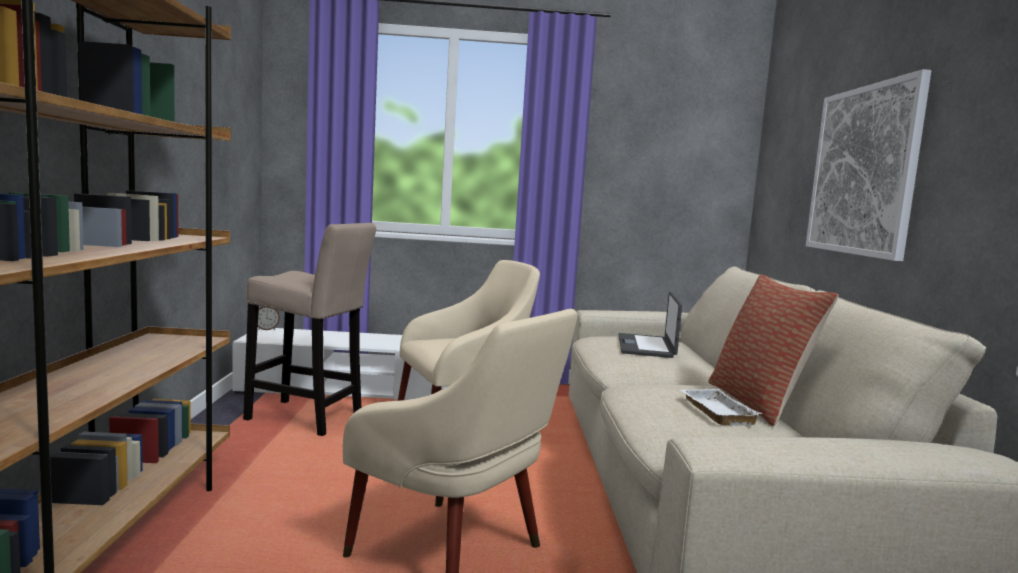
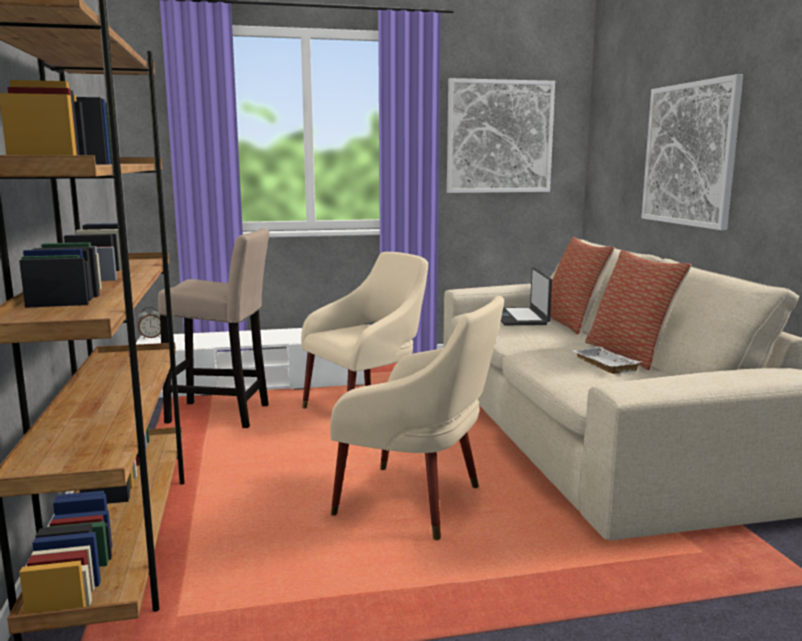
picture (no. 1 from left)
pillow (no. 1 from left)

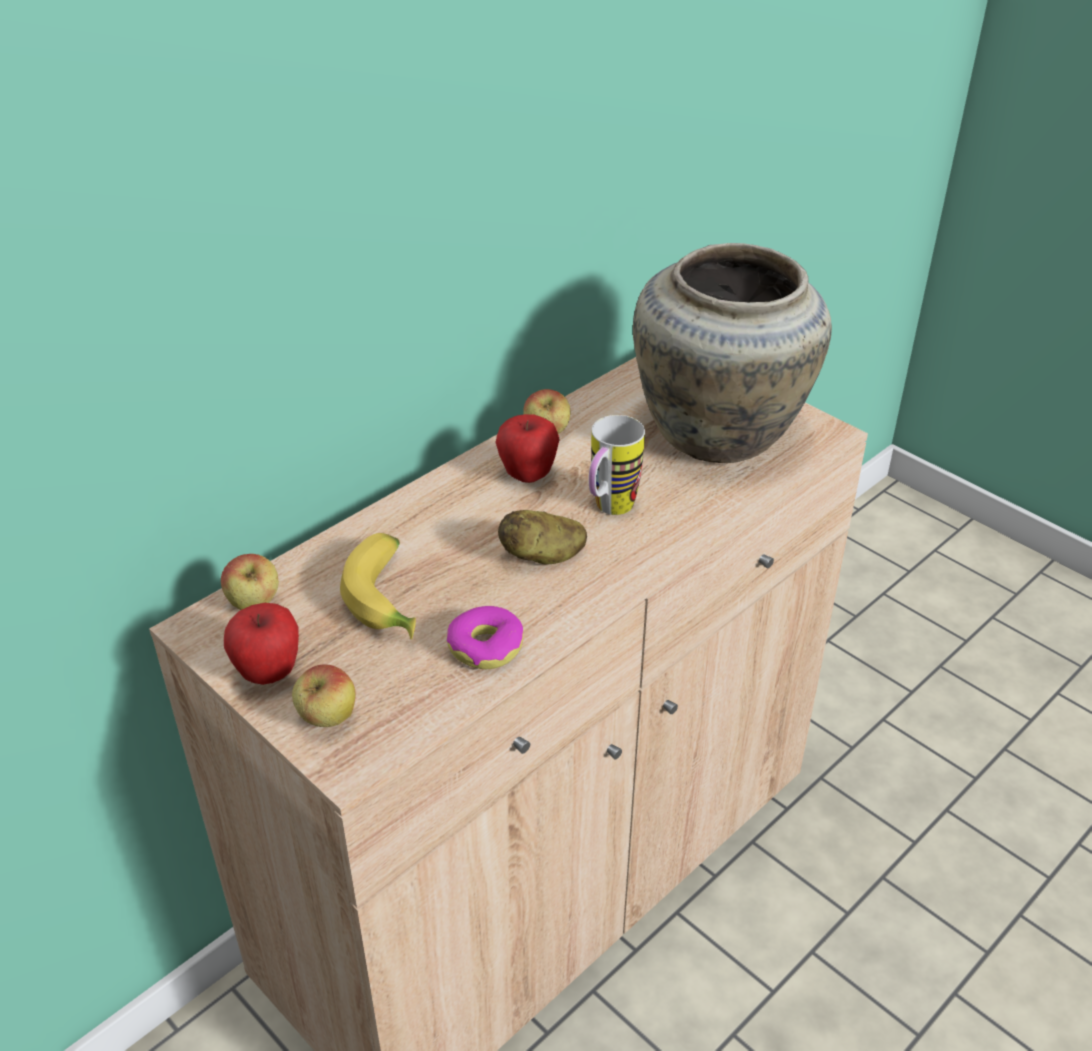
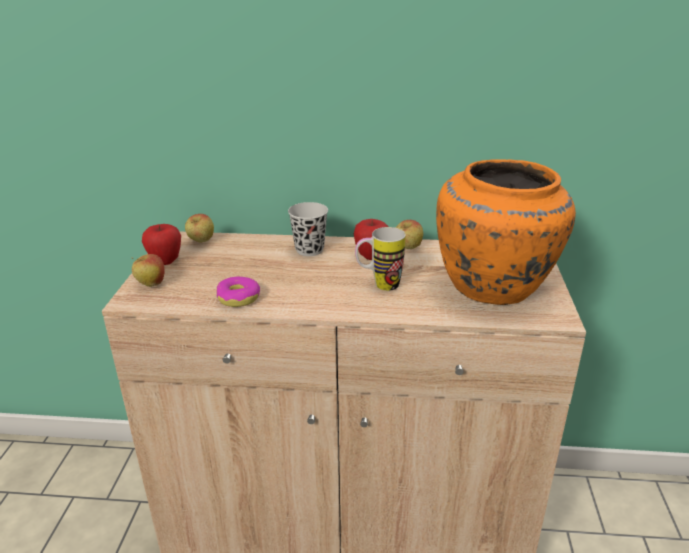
banana
potato
orange_vase
black_cup

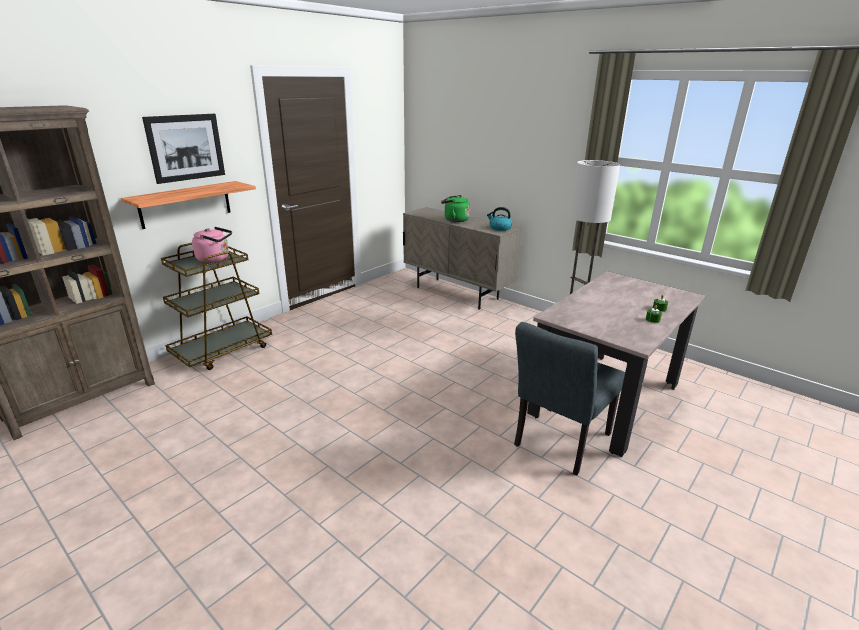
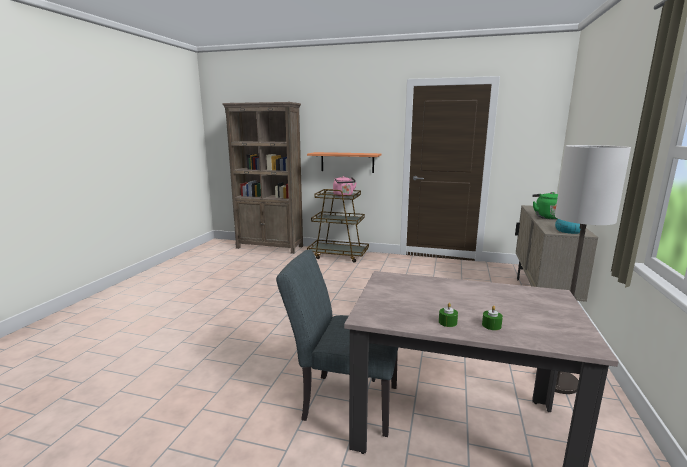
picture

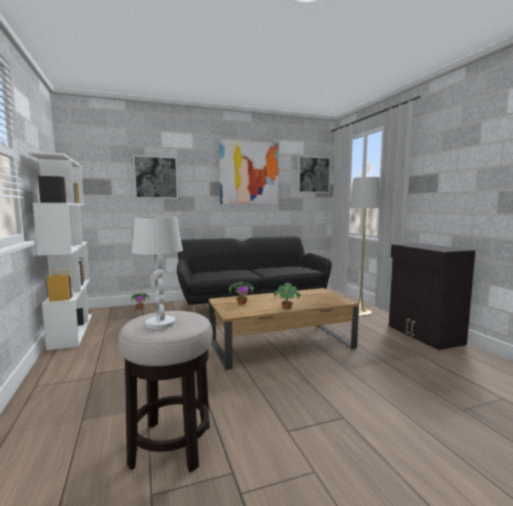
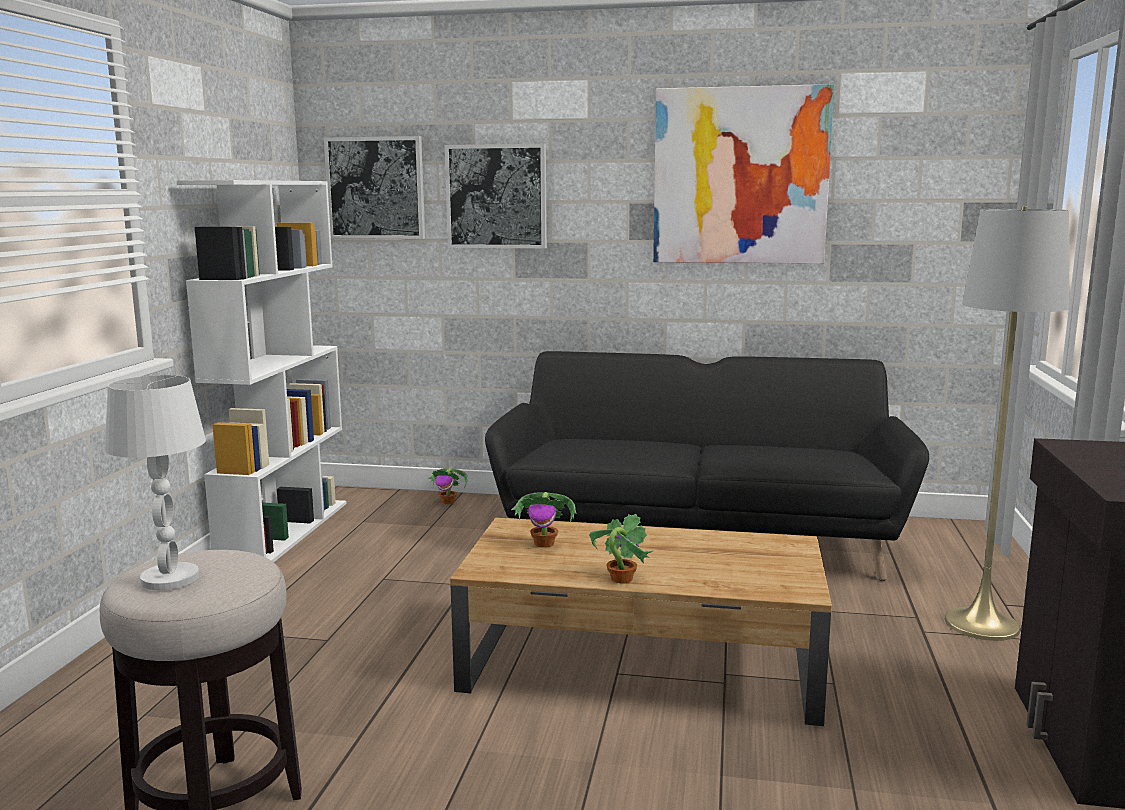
picture (no. 1 from left)

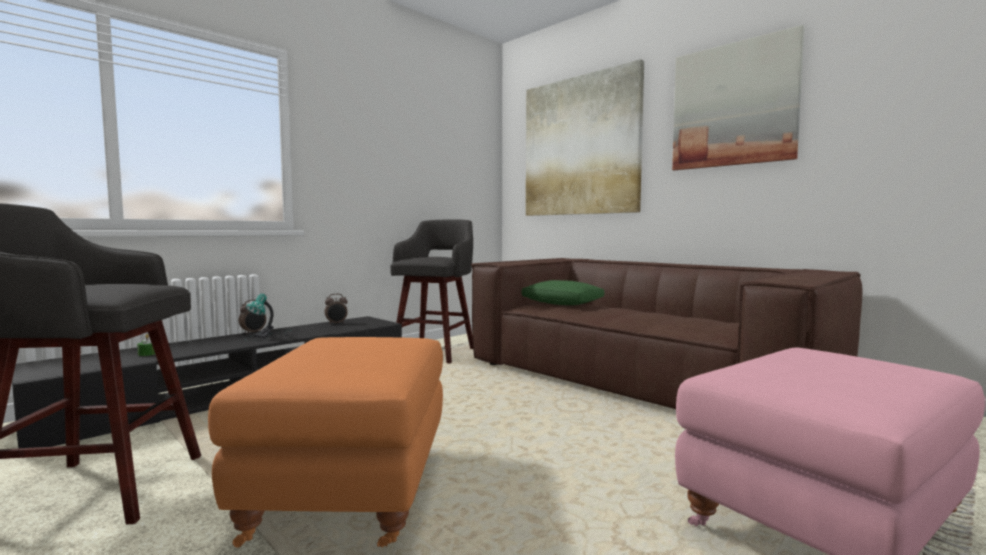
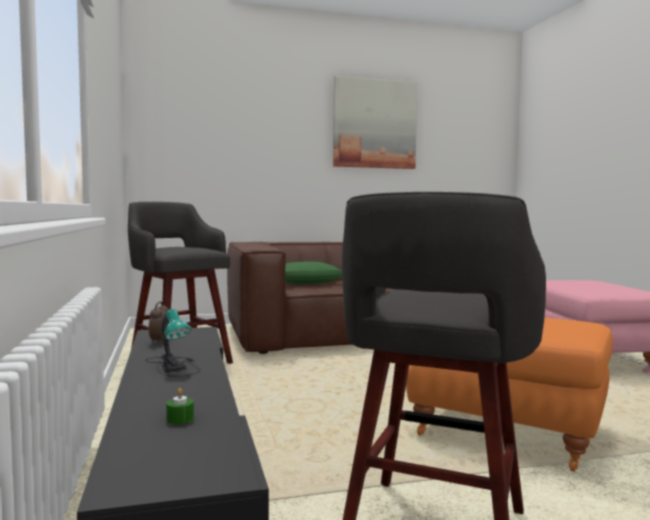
alarm_clock (no. 1 from left in the first image)
picture (no. 1 from left in the first image)

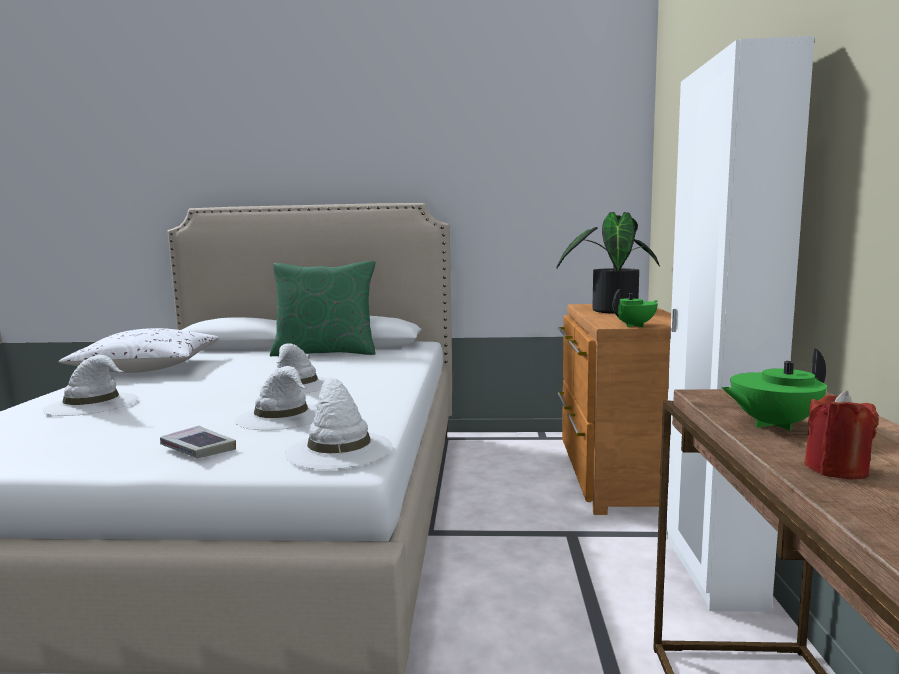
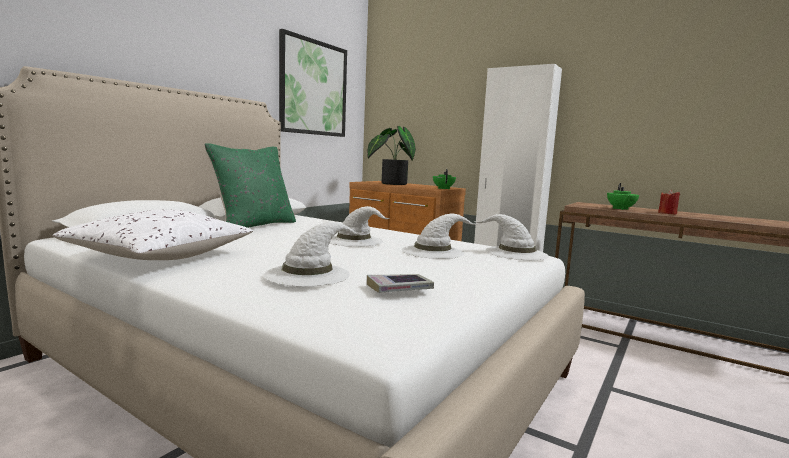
book
picture

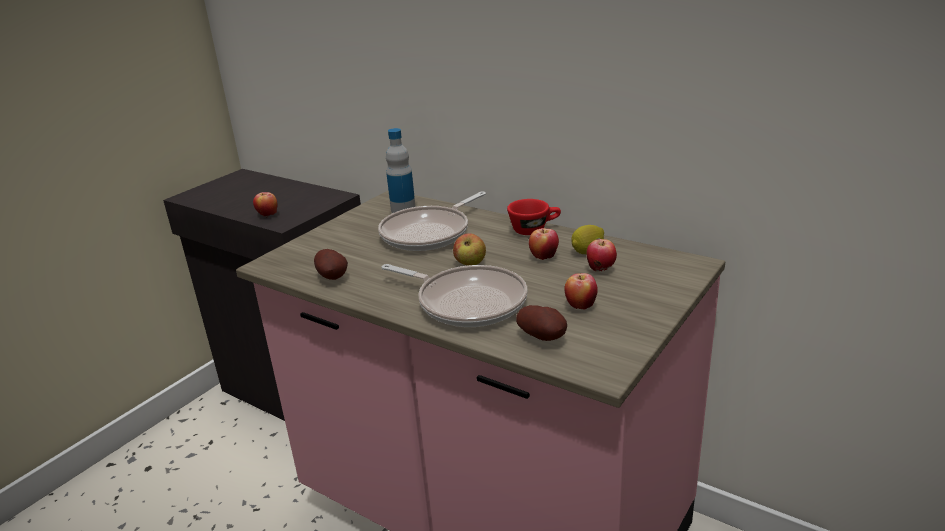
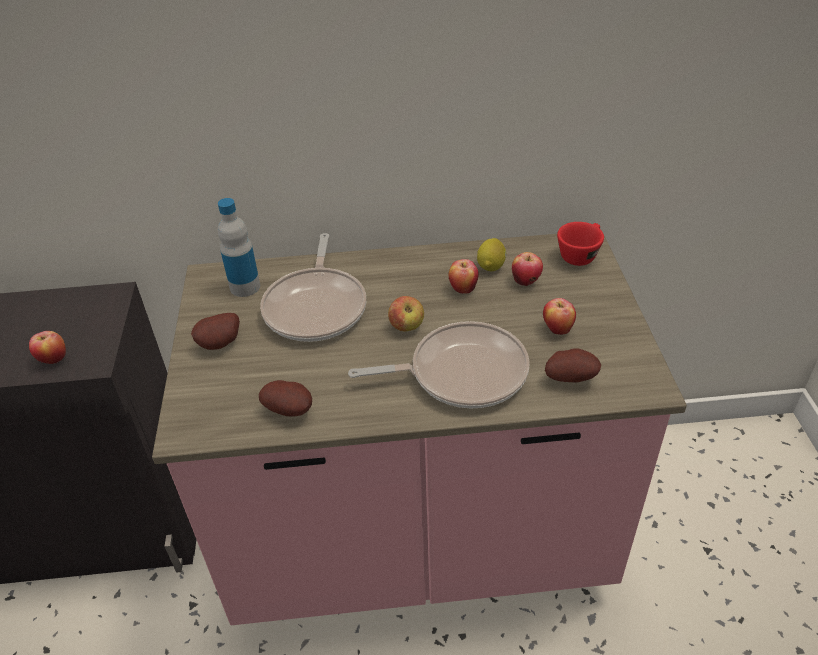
red_cup
potato (no. 1 from left)

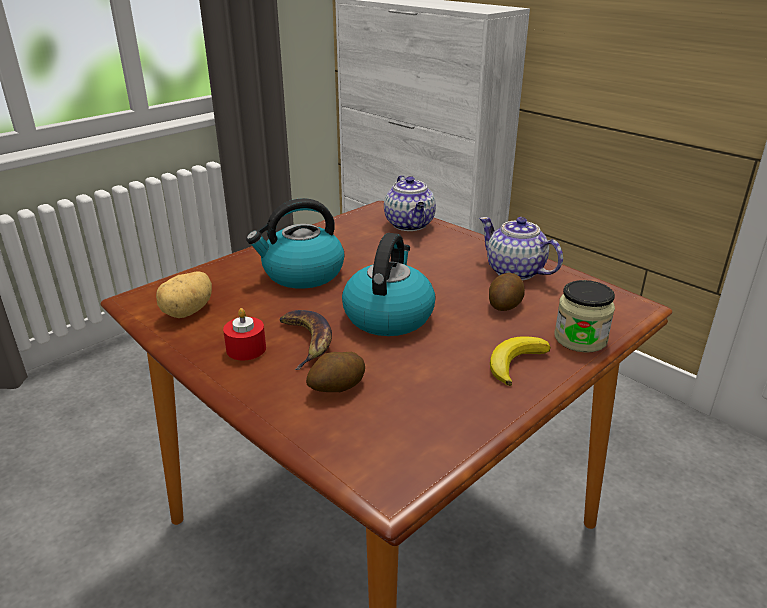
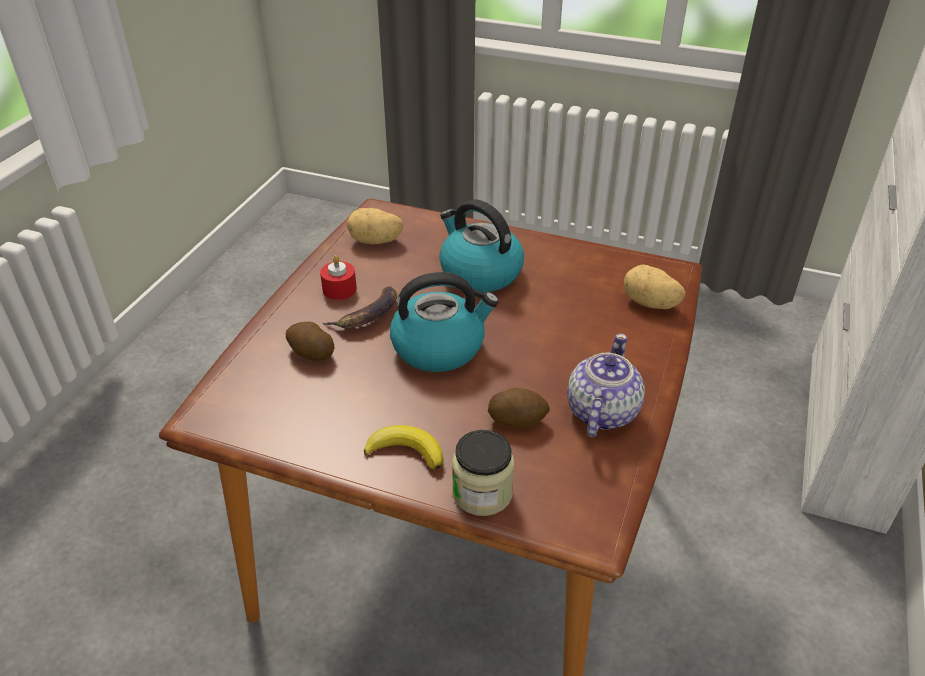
potato (no. 4 from left)

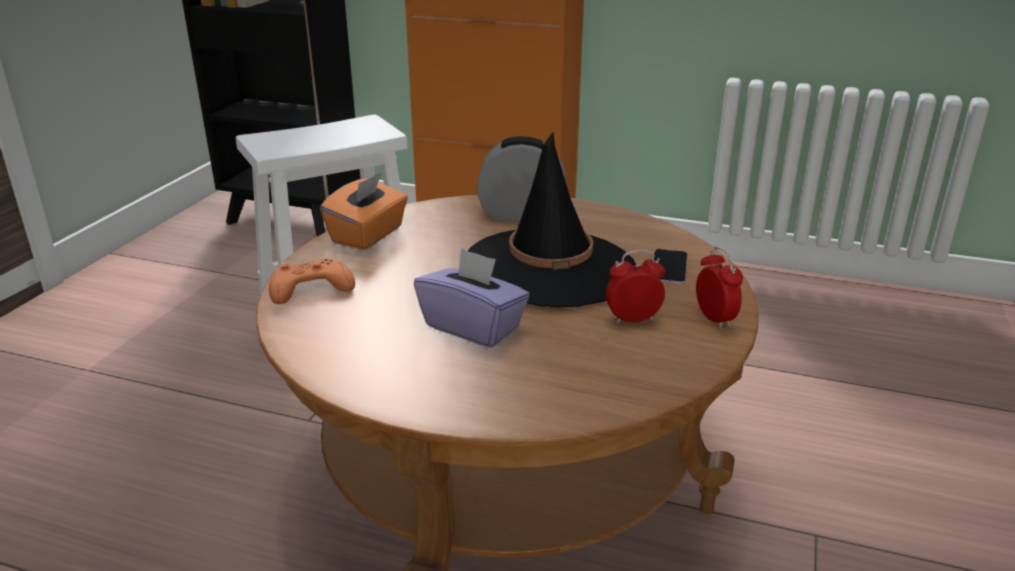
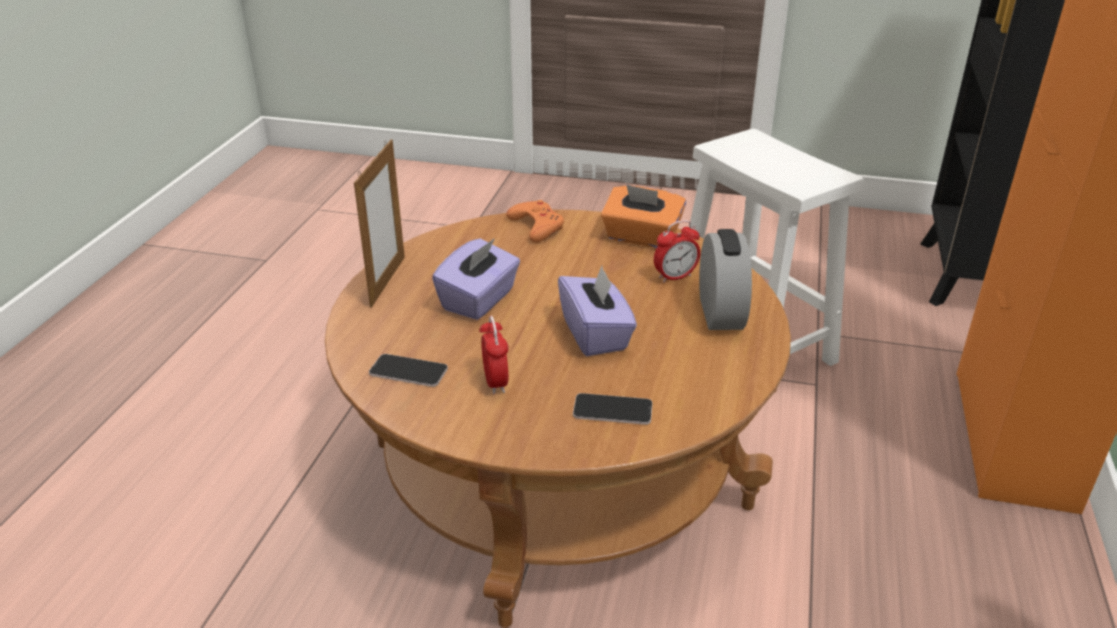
purple_tissue_box (no. 2 from left)
alarm_clock (no. 2 from left)
picture_frame
phone (no. 1 from left)

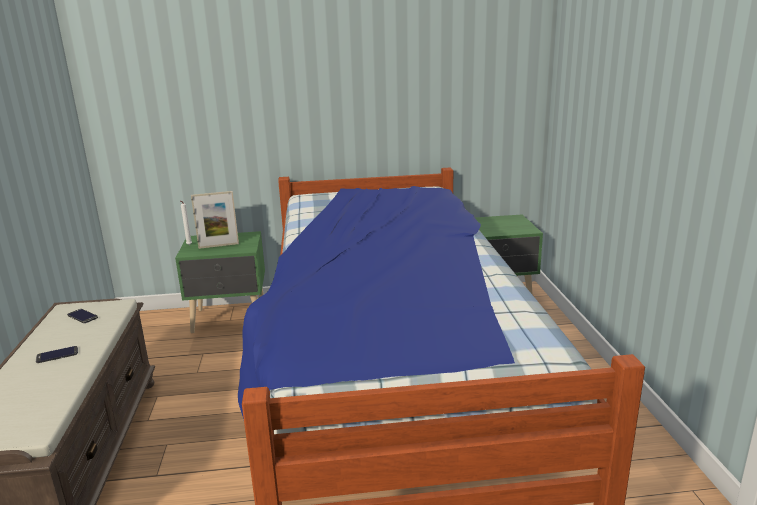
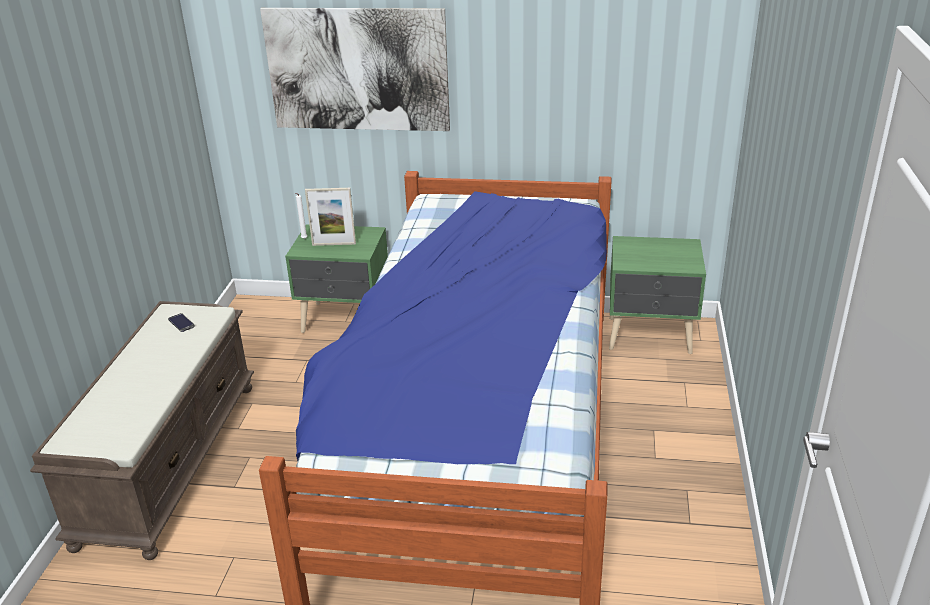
phone (no. 1 from left in the first image)
picture

